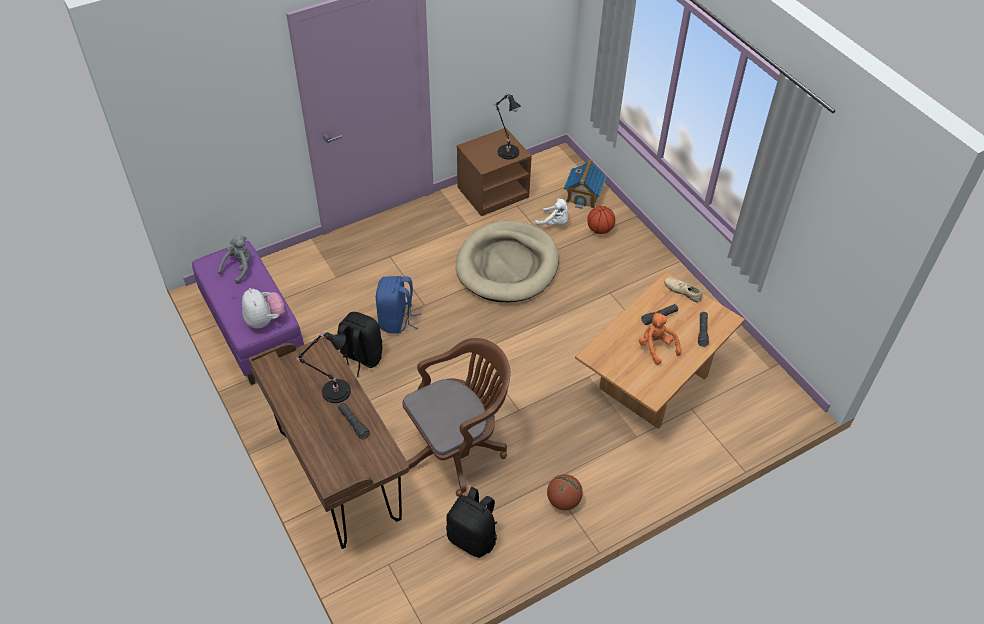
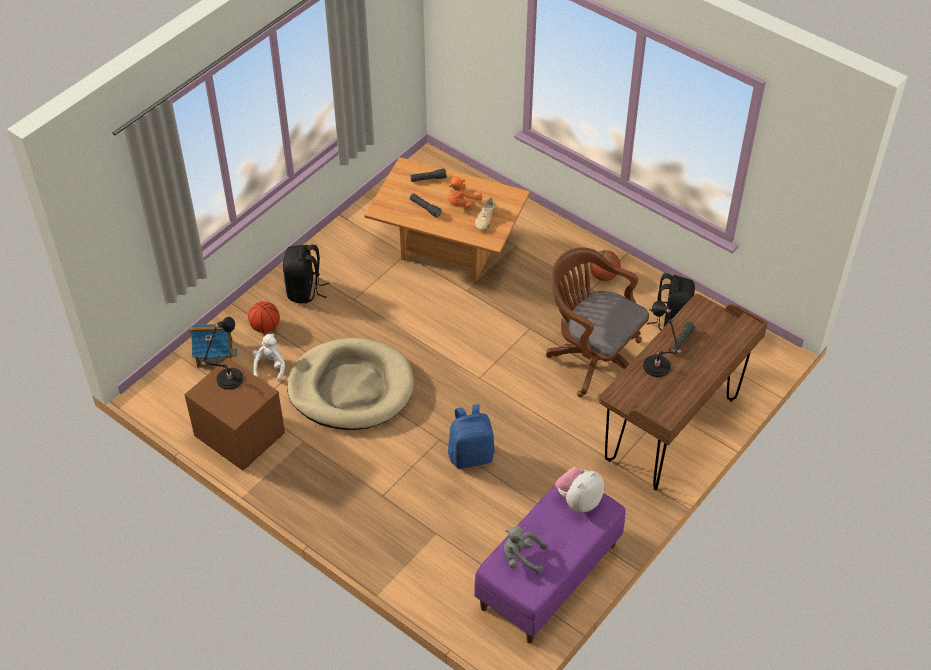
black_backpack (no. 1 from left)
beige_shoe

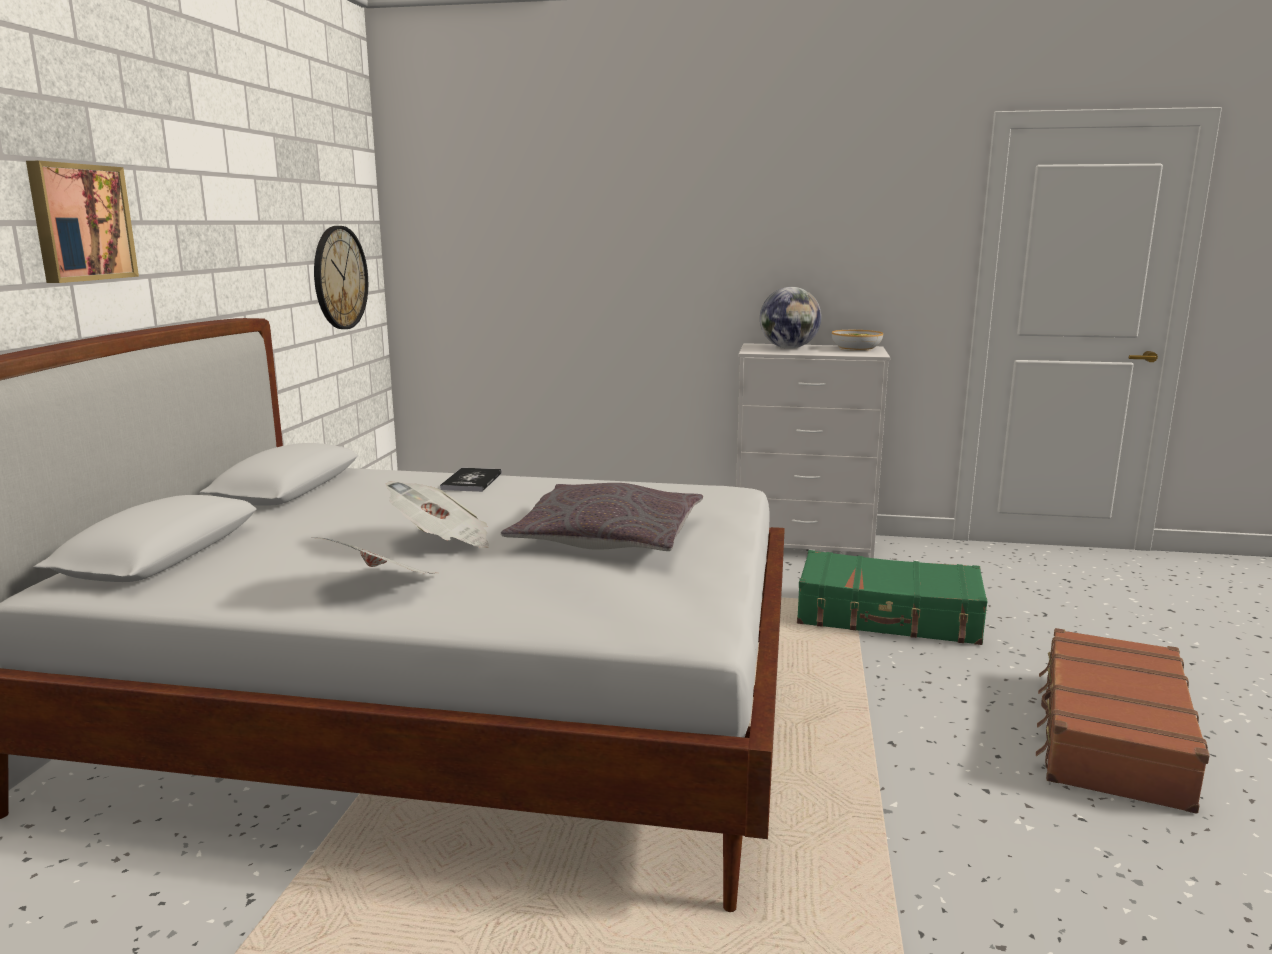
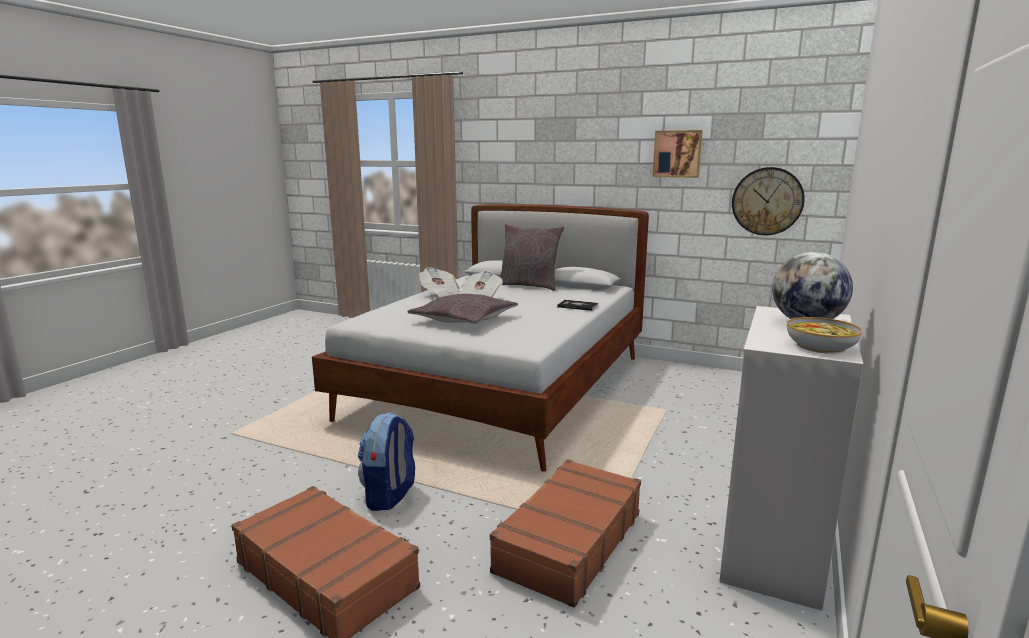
picture
brown_suitcase (no. 2 from left)
backpack
grey_pillow (no. 2 from left)

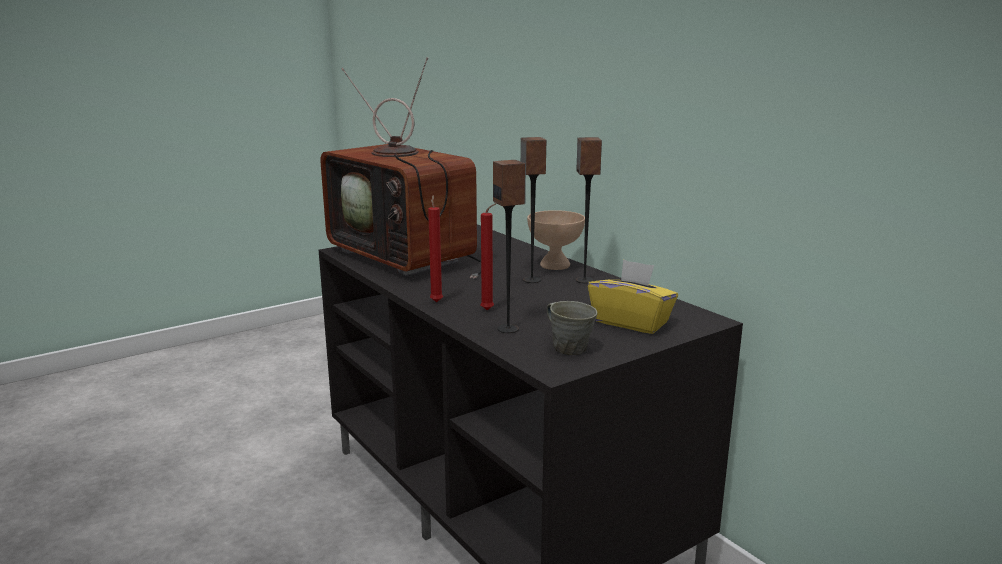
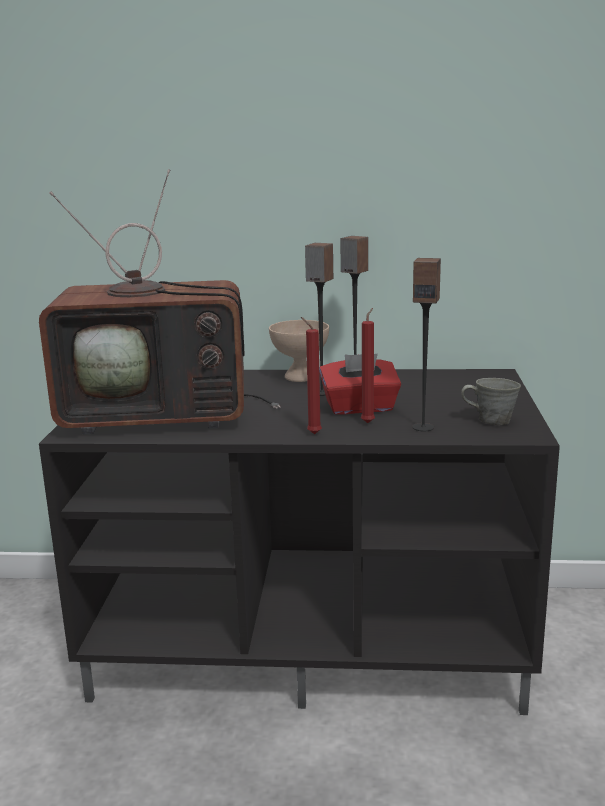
yellow_tissue_box
red_tissue_box

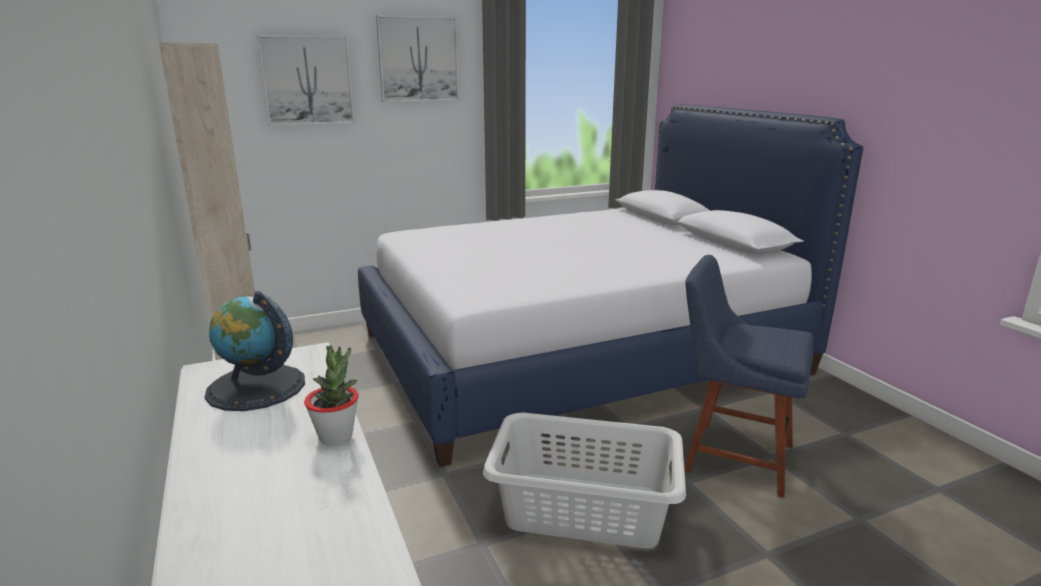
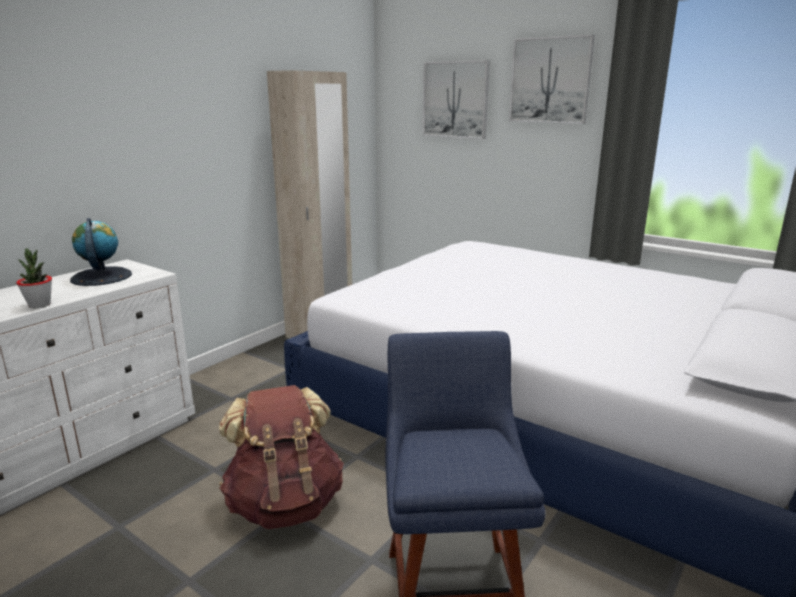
brown_backpack

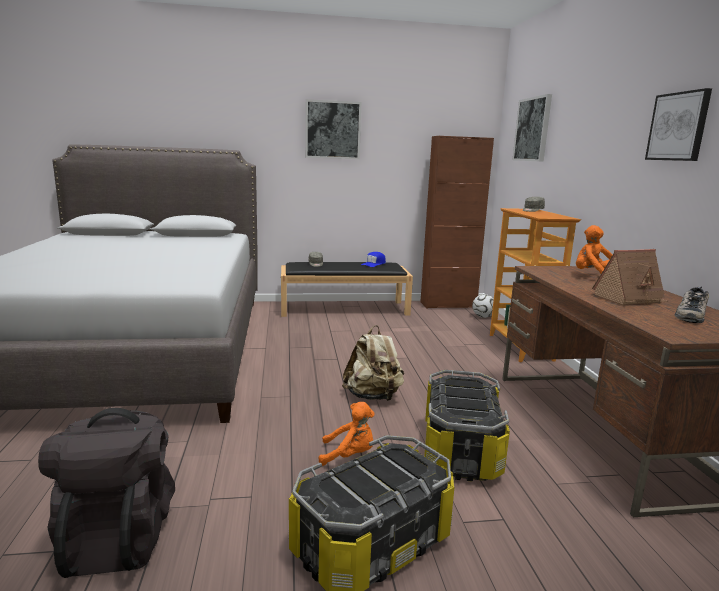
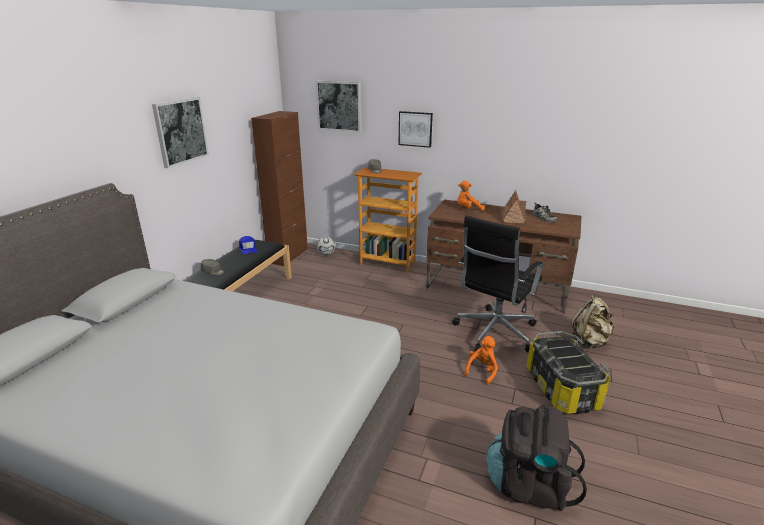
beige_backpack
black_office_chair
picture (no. 3 from left)

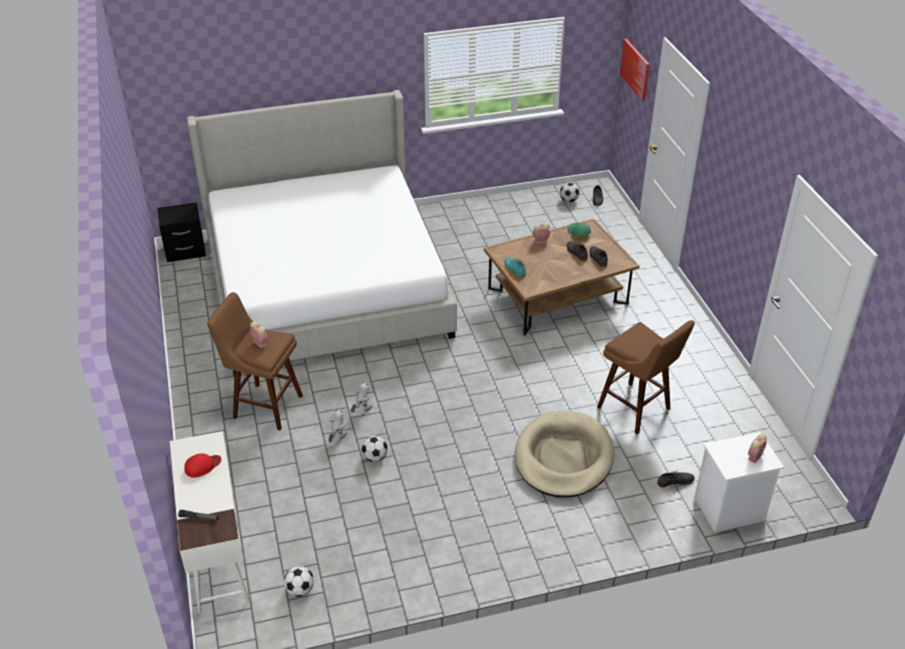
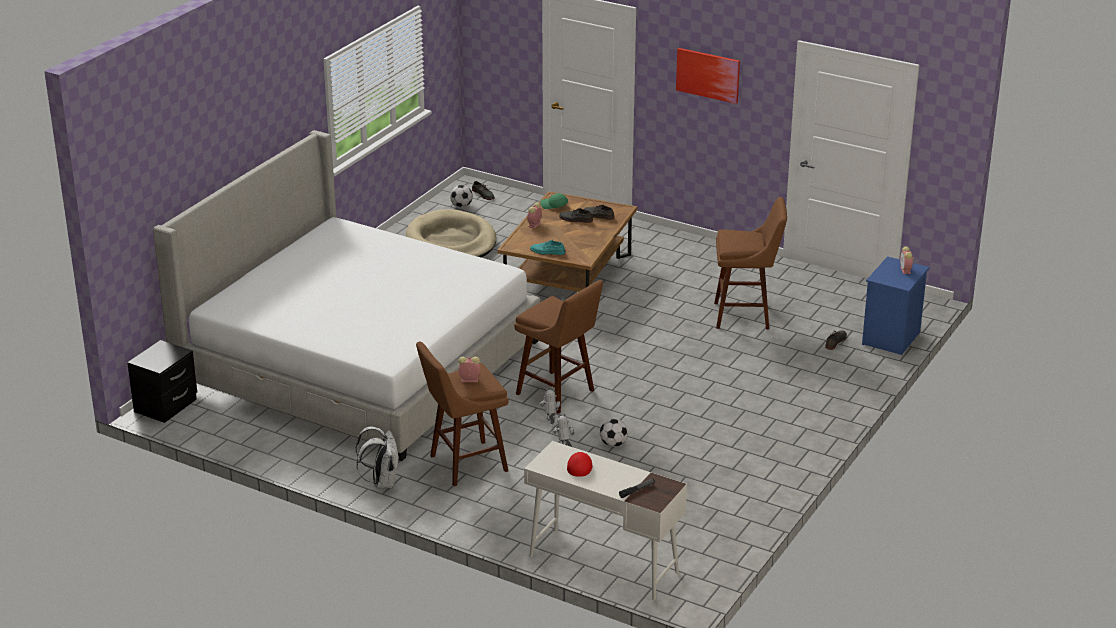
football (no. 1 from left in the first image)
beige_dog_bed
picture
blue_nightstand
white_backpack
brown_stool (no. 2 from left)

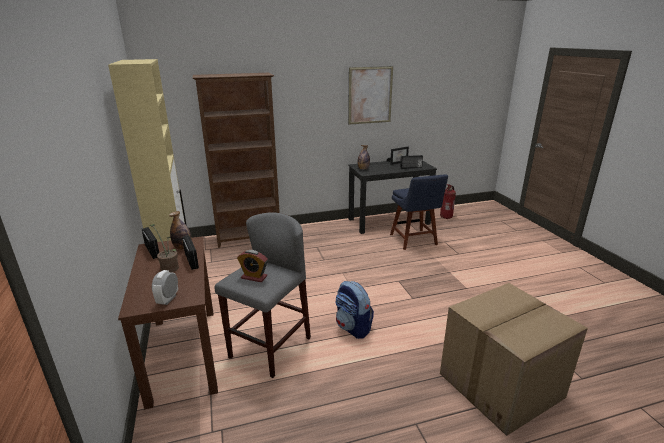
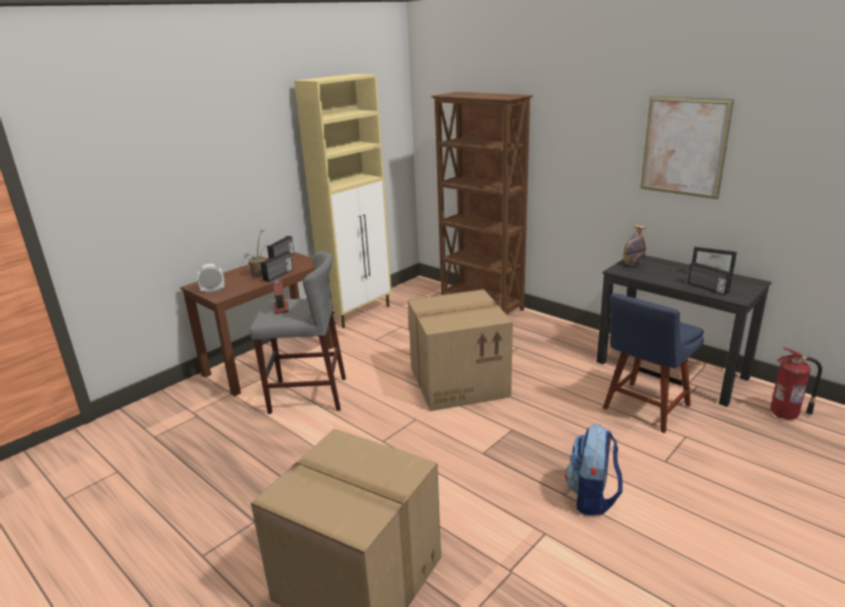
bottle (no. 1 from left in the first image)
backpack
cardboard_box (no. 2 from left)

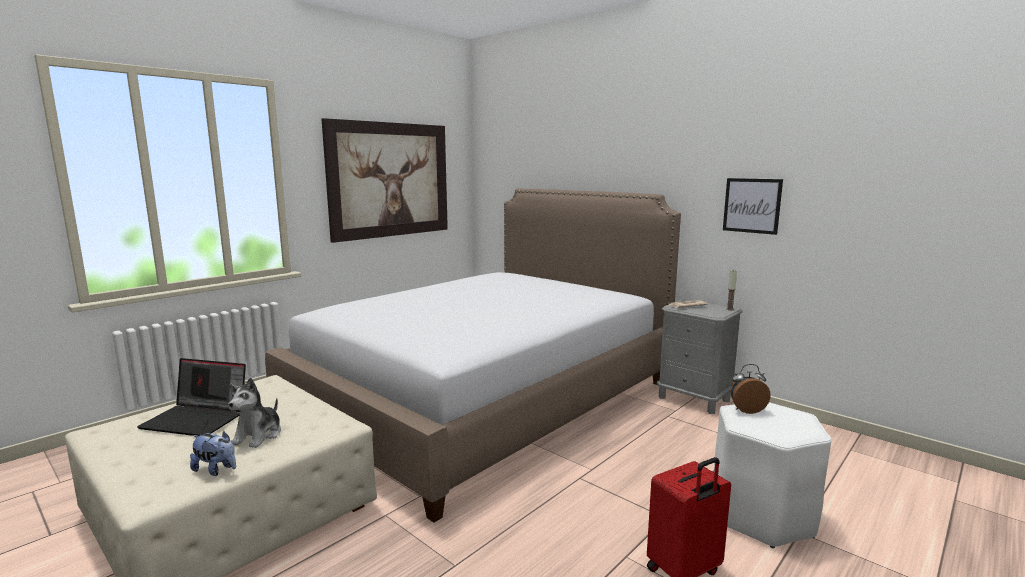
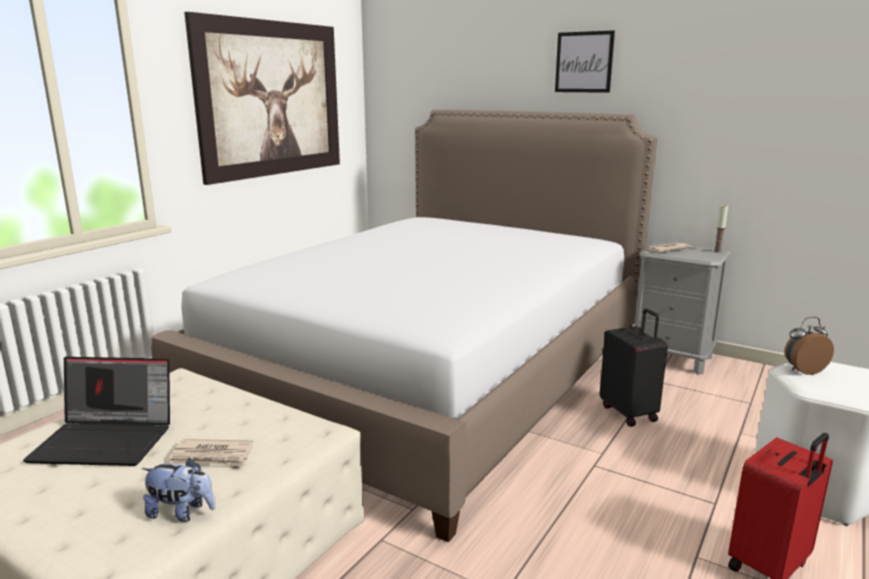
newspaper (no. 1 from left)
picture (no. 2 from left)
black_suitcase

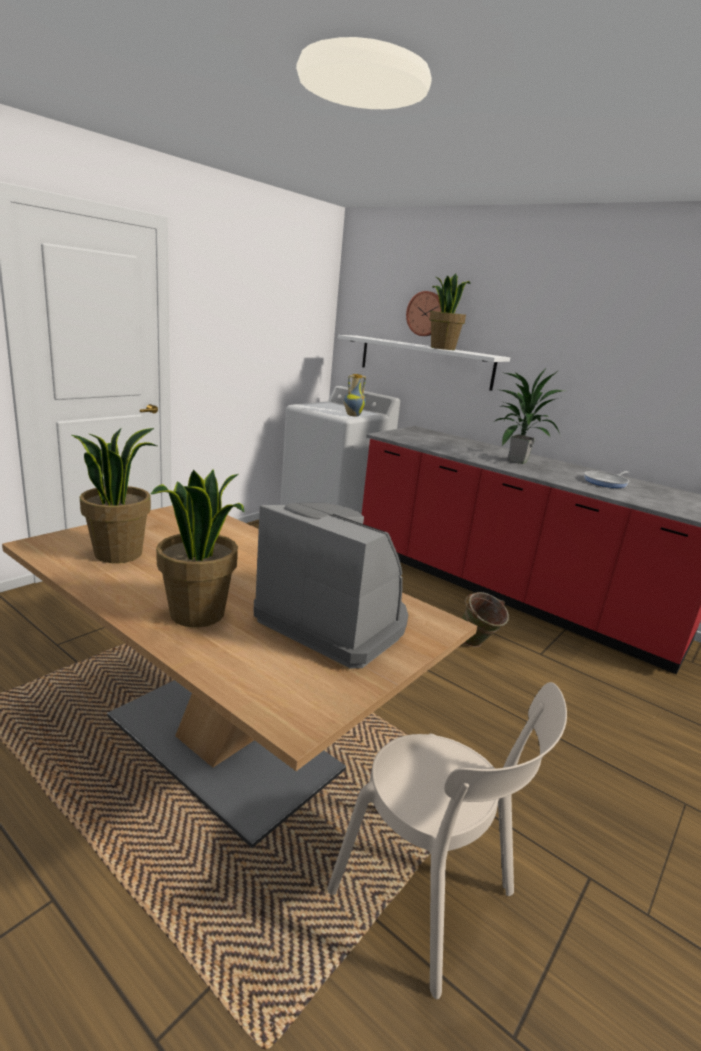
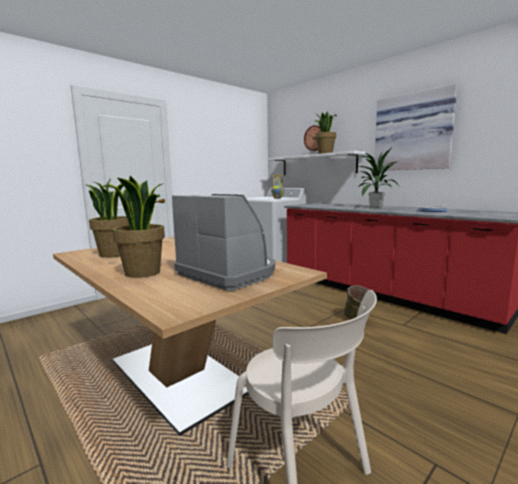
picture

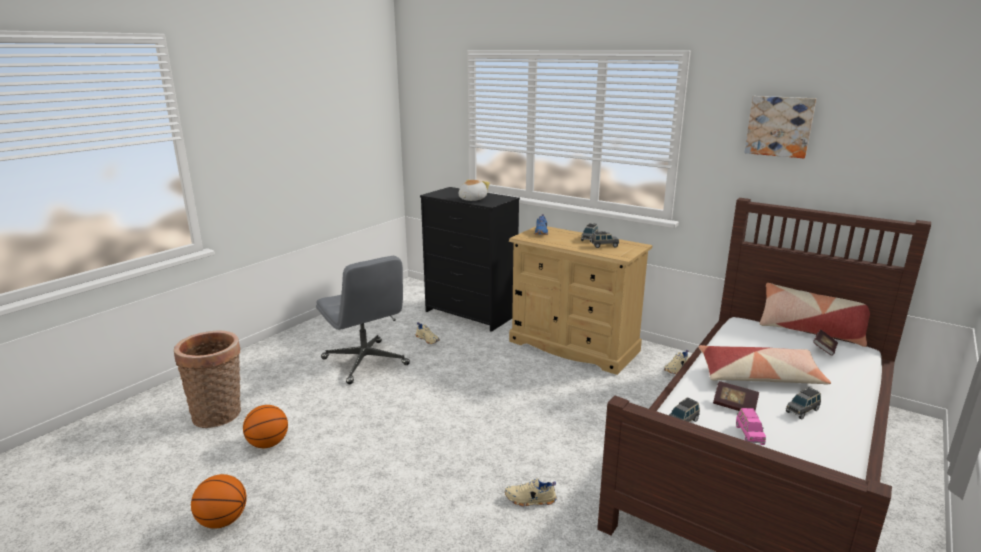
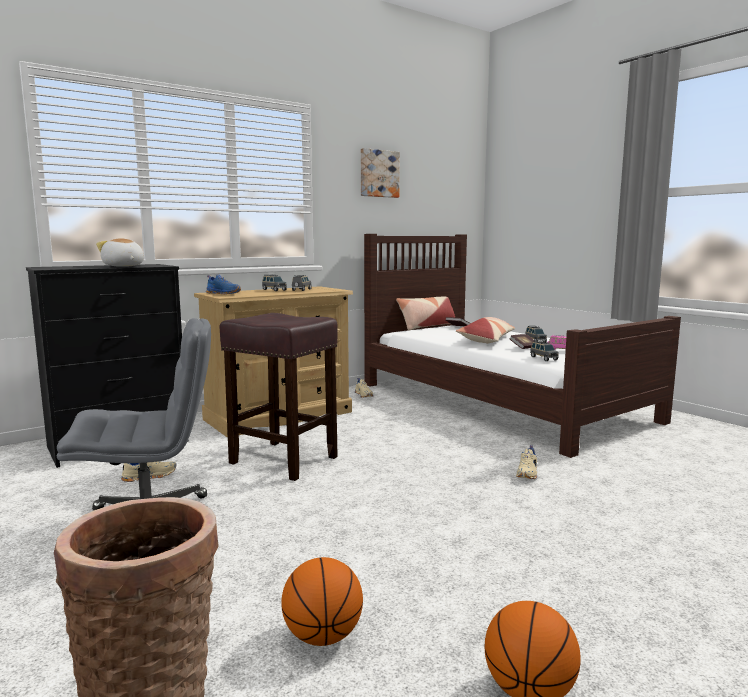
brown_stool

